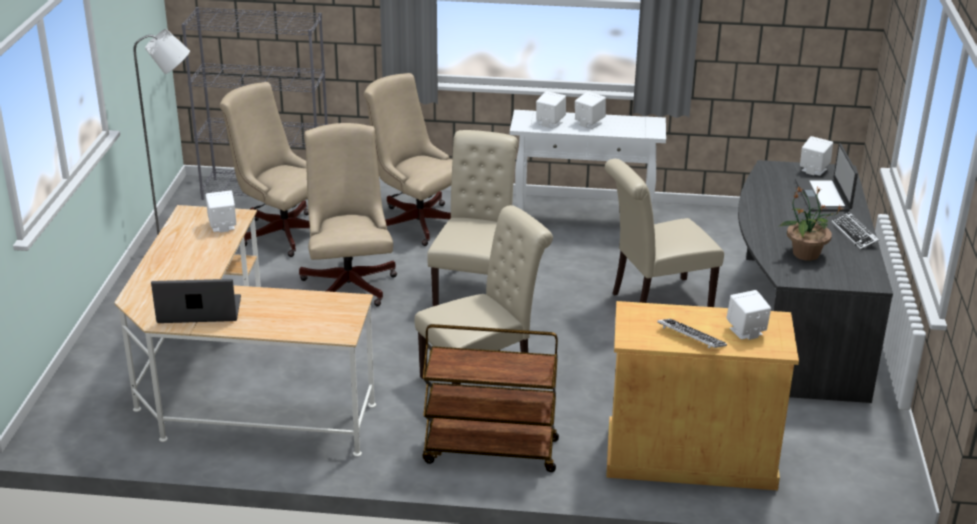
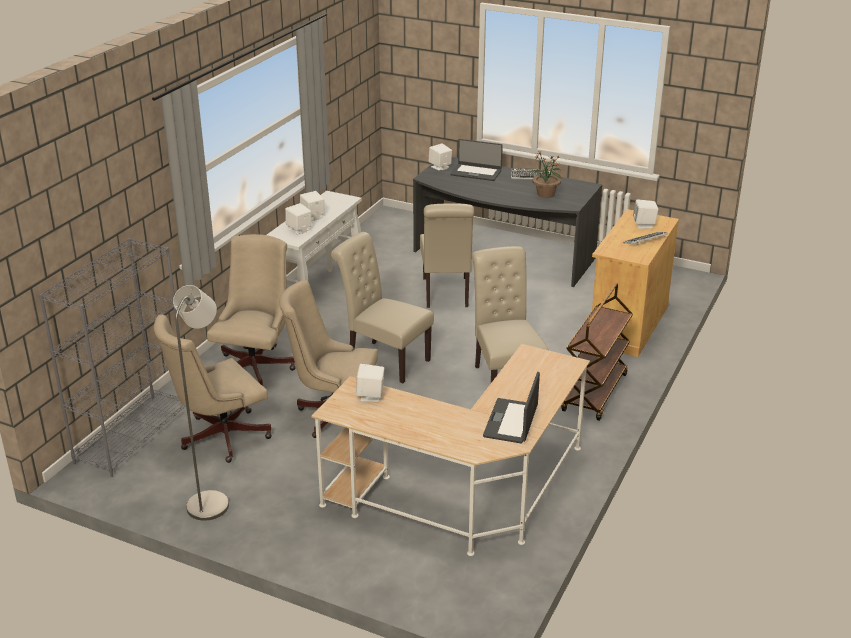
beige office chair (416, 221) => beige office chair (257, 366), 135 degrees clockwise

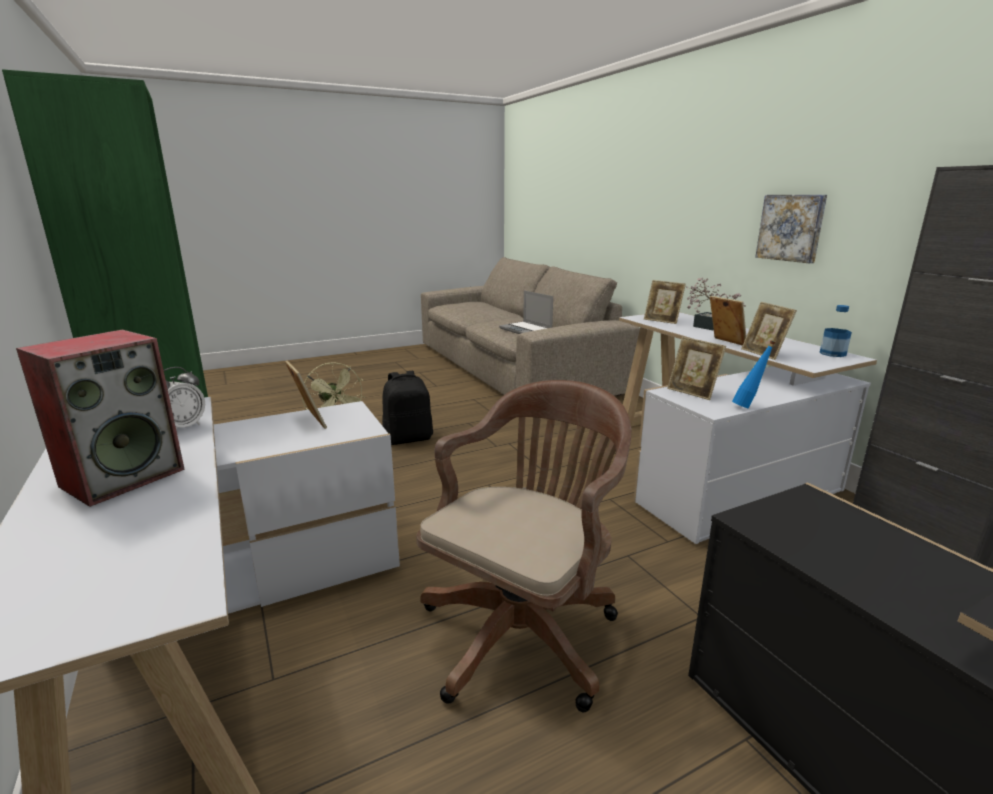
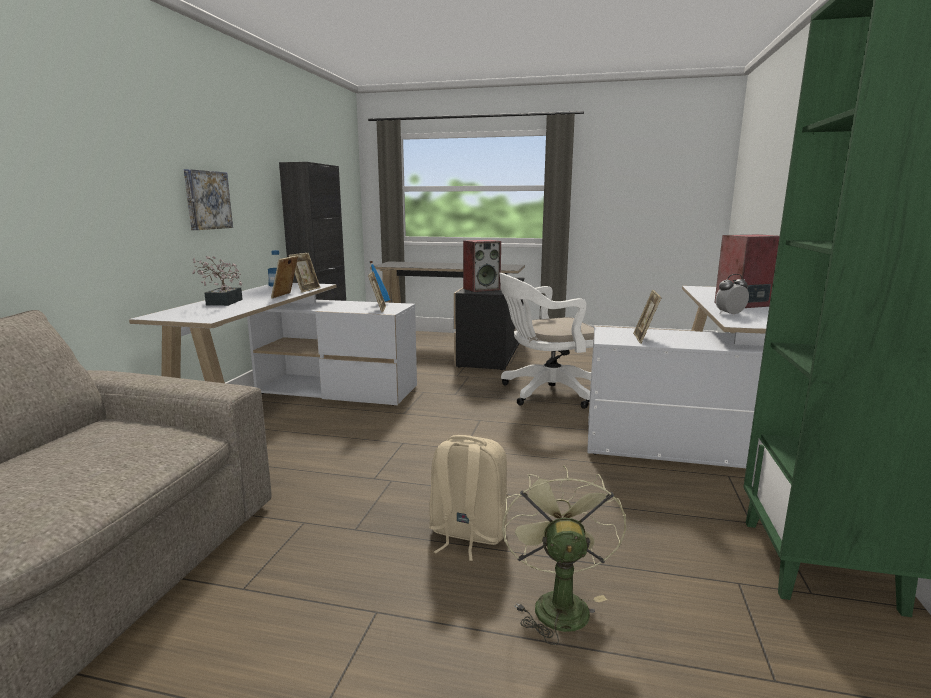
picture frame (662, 320) => nothing
laptop (526, 330) => nothing
black backpack (408, 438) => beige backpack (466, 534)
brown office chair (525, 629) => white office chair (546, 392)
nothing => speaker (481, 289)

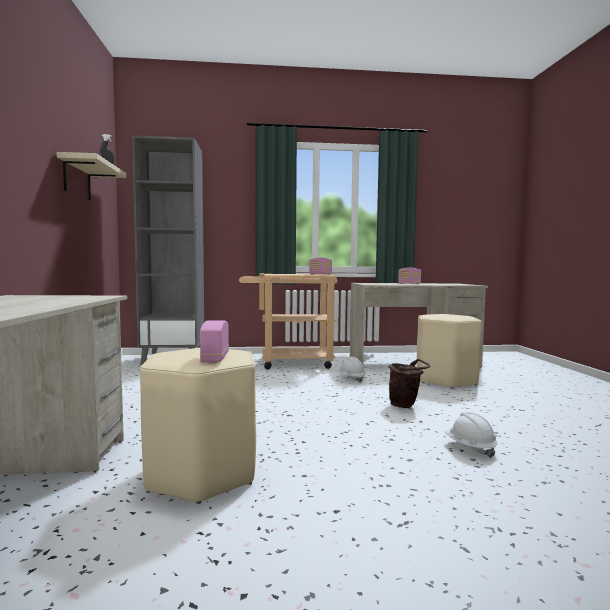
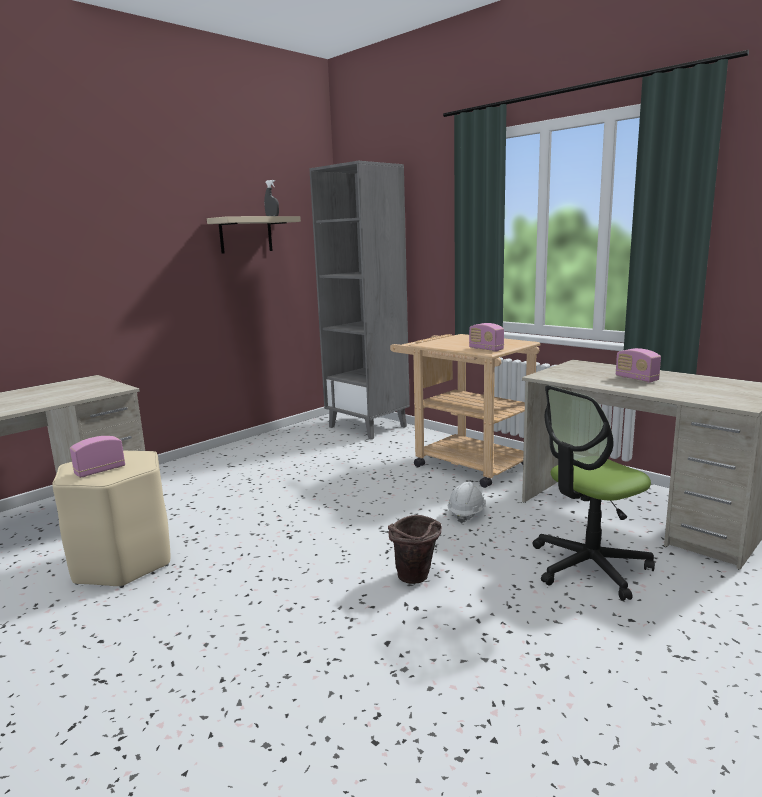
beige stool (445, 380) => office chair (589, 567)
white hard hat (470, 448) => nothing

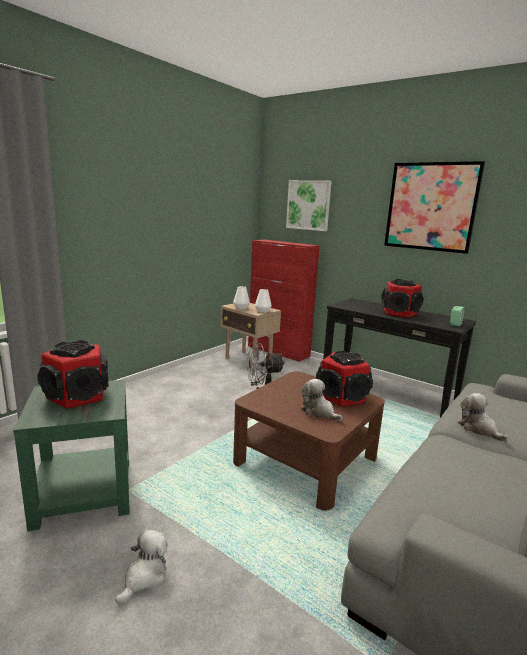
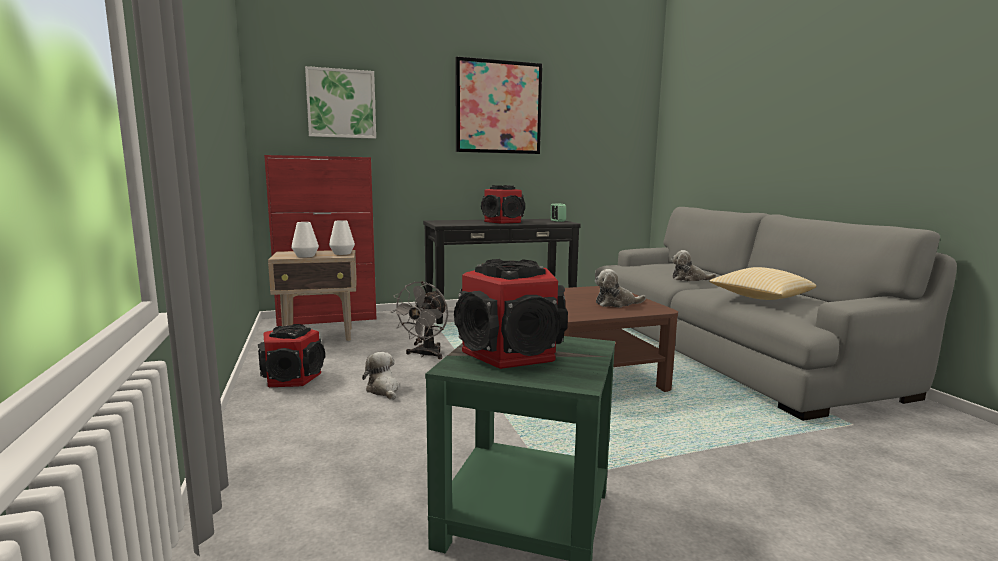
speaker (342, 396) => speaker (291, 378), move
plush toy (144, 577) => plush toy (383, 390), move
nothing => pillow (760, 298)

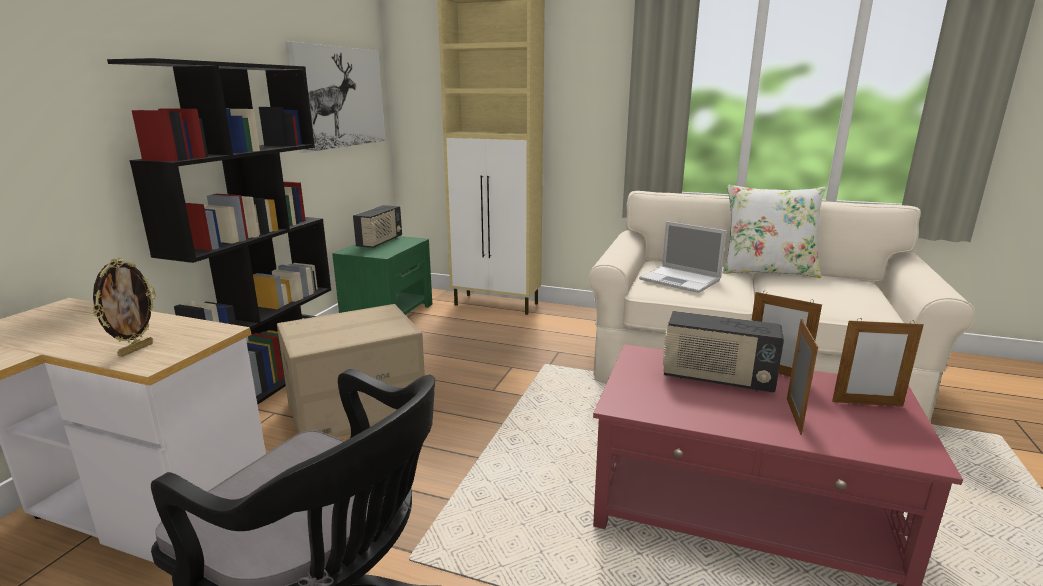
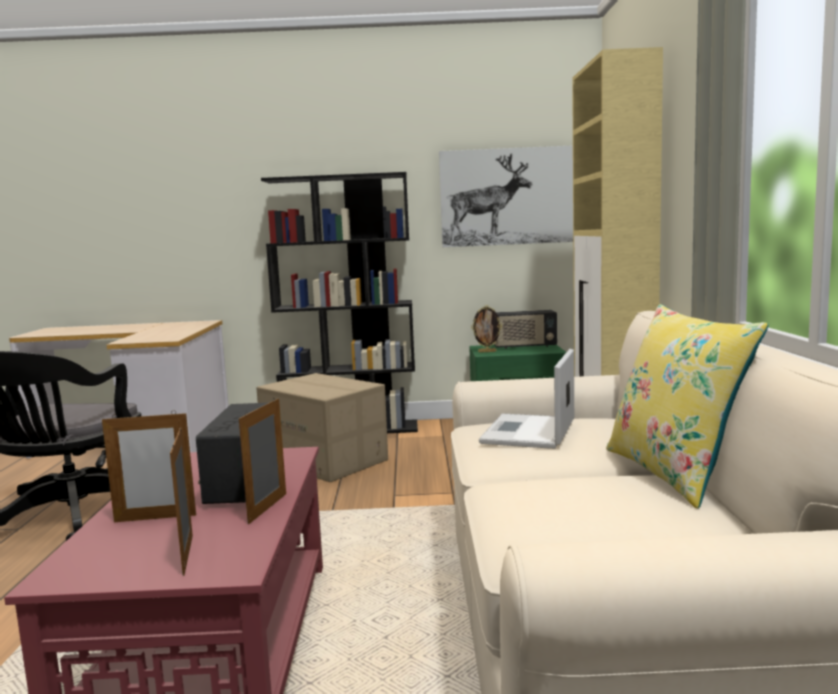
white pillow (767, 271) => yellow pillow (675, 473)
picture frame (135, 349) => picture frame (487, 351), move

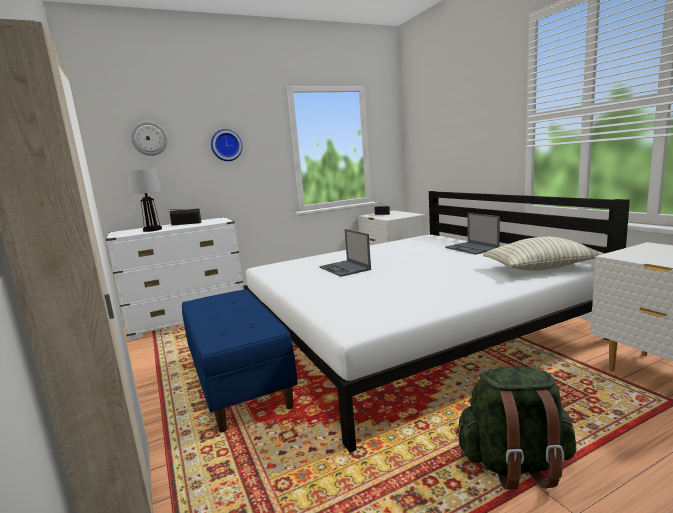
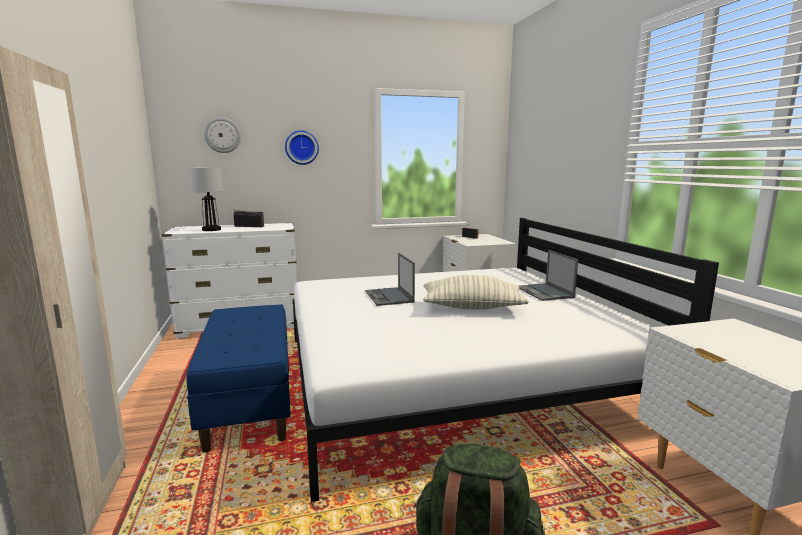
pillow (540, 268) => pillow (472, 307), move

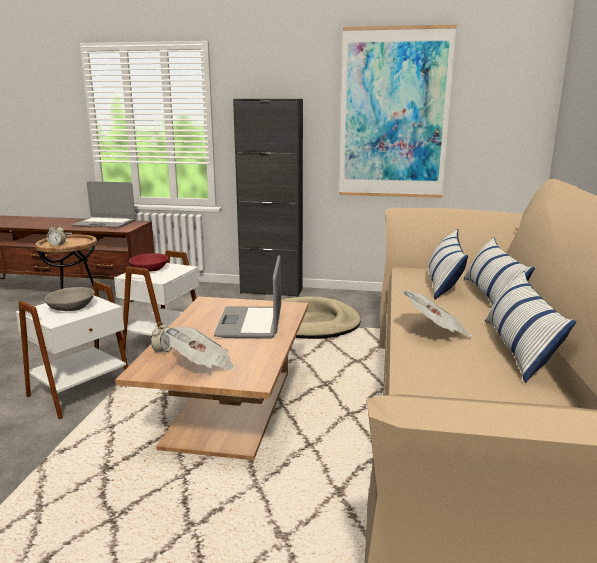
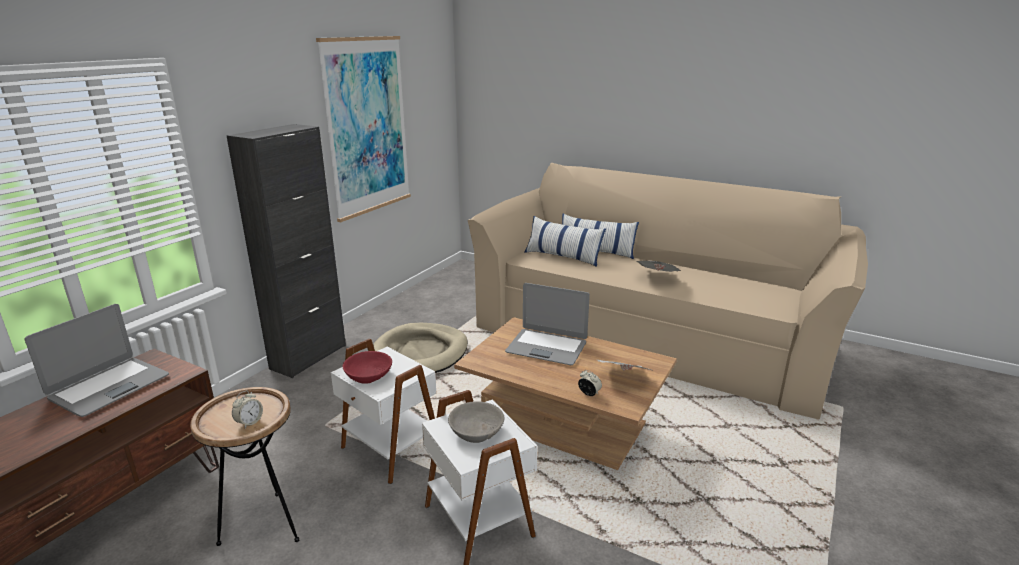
pillow (518, 349) => nothing

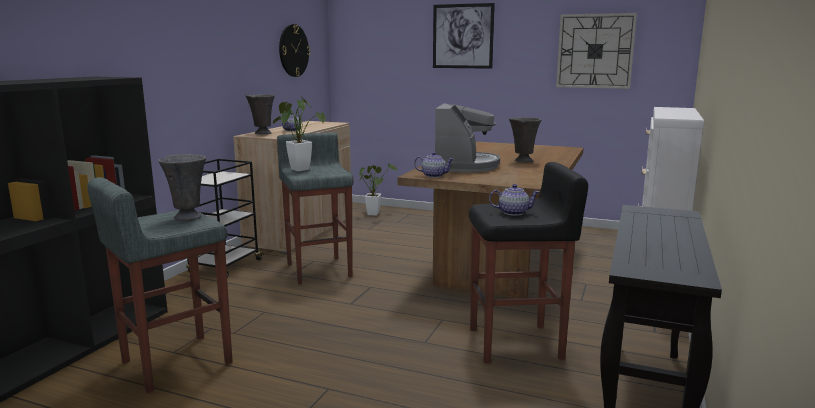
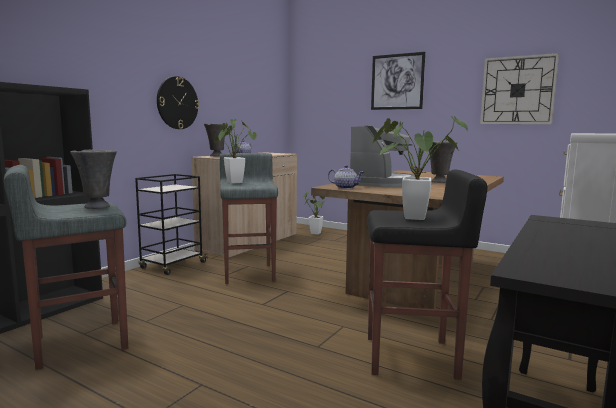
wall clock (293, 50) => wall clock (177, 103), move
teapot (513, 212) => potted plant (408, 217)

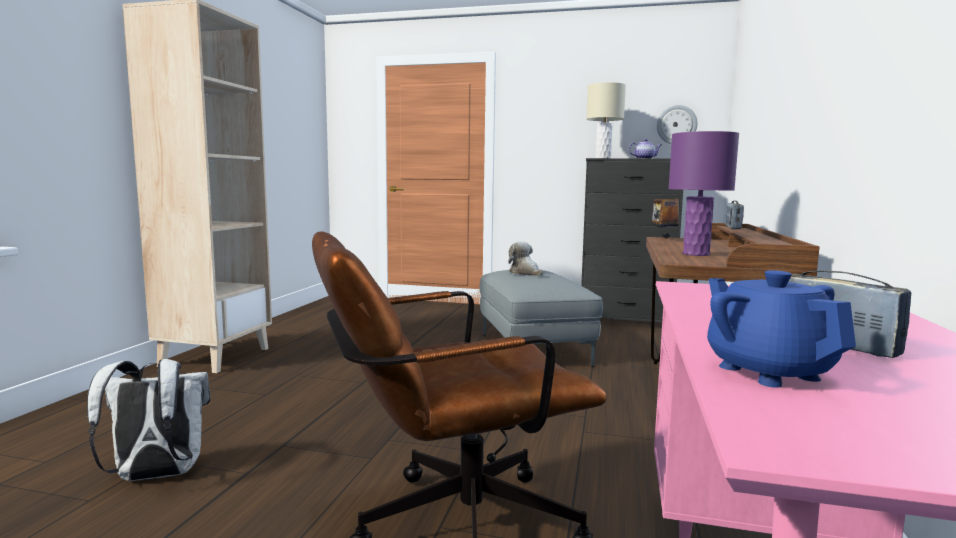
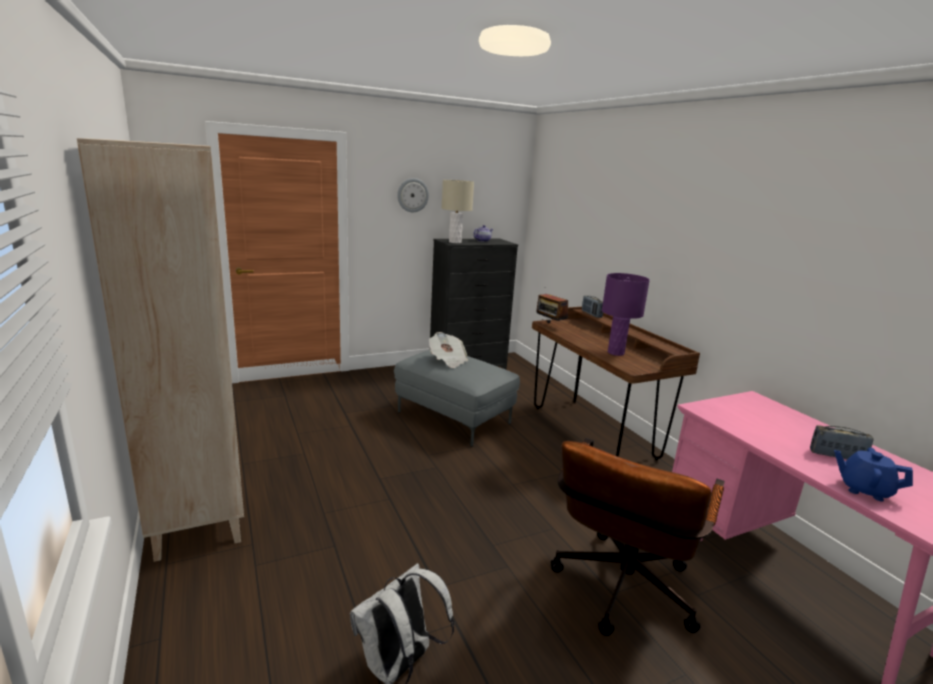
wall clock (676, 125) => wall clock (412, 195), move
plush toy (525, 273) => newspaper (448, 360)

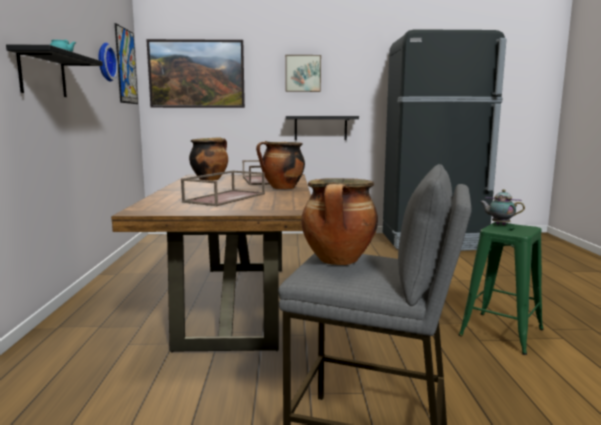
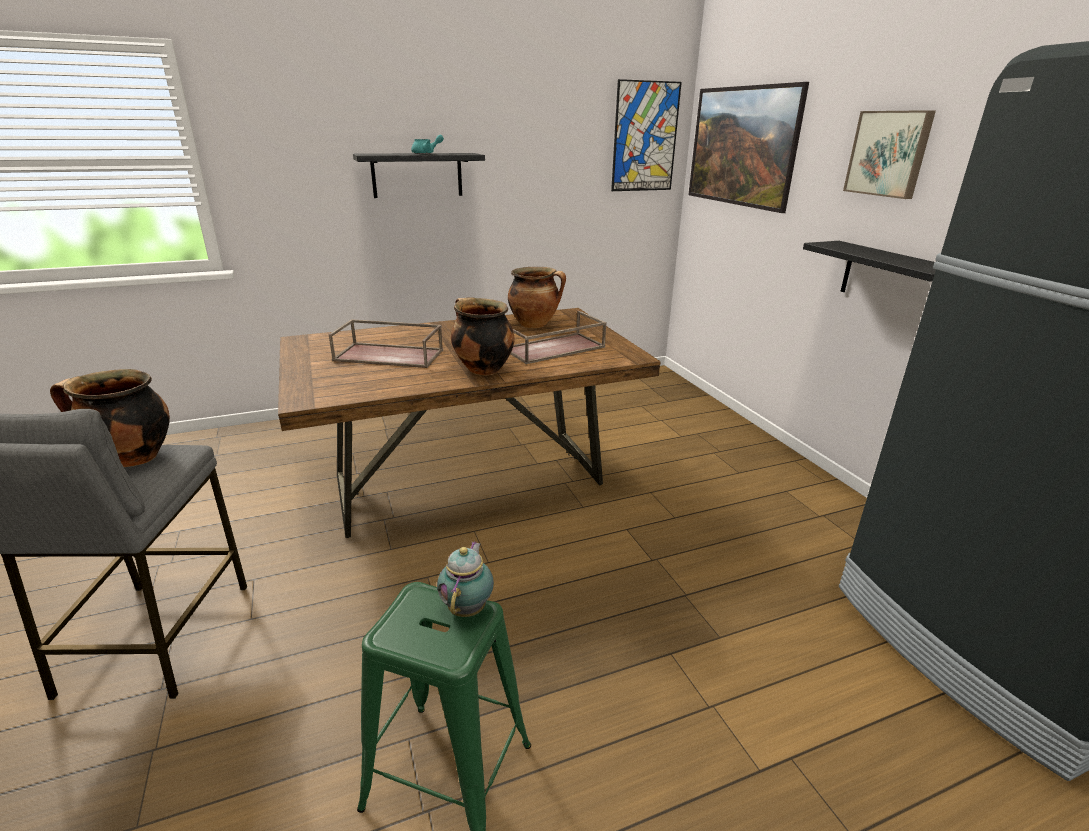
wall clock (104, 62) => nothing

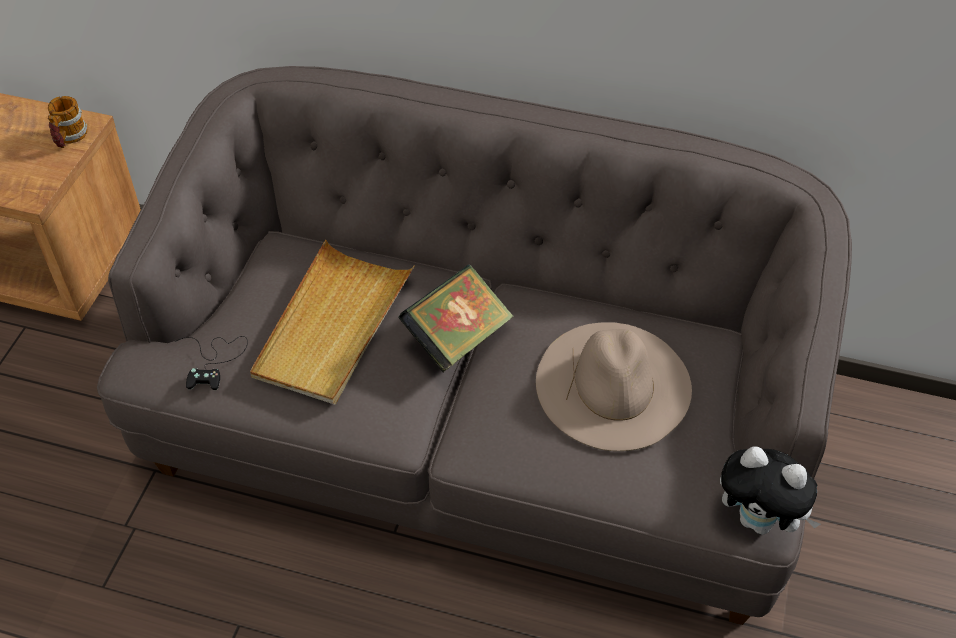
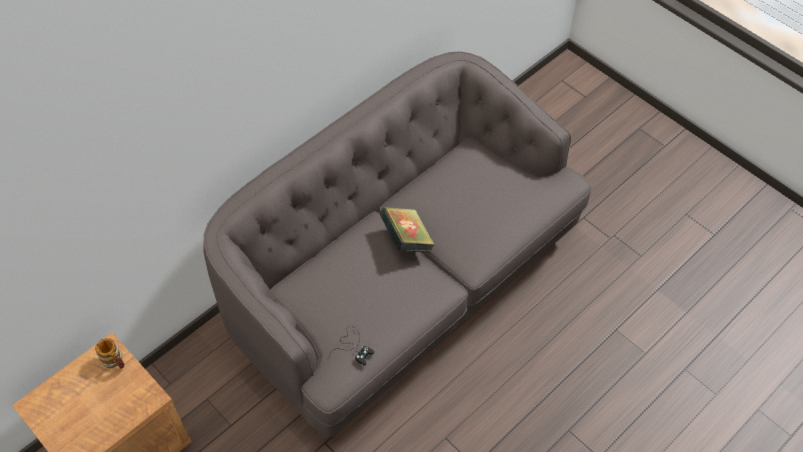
beige tray (333, 326) => nothing
beige hat (613, 384) => nothing
plush toy (759, 521) => nothing

